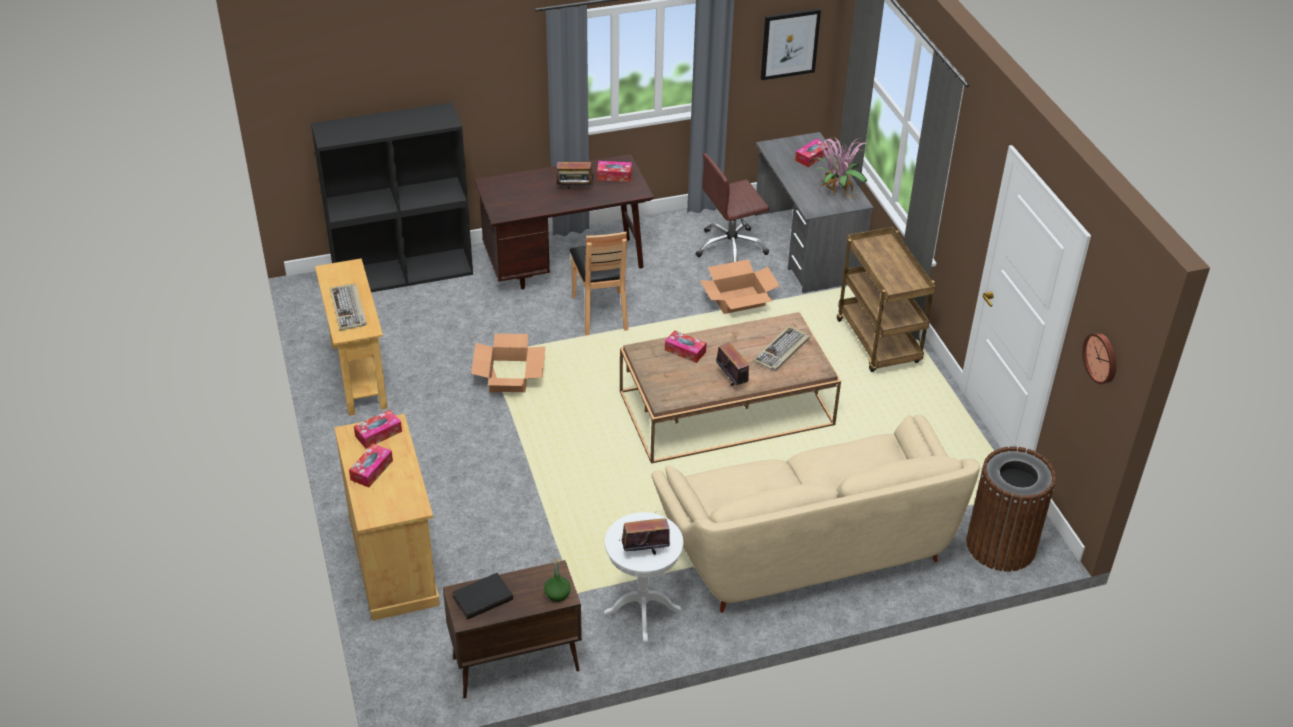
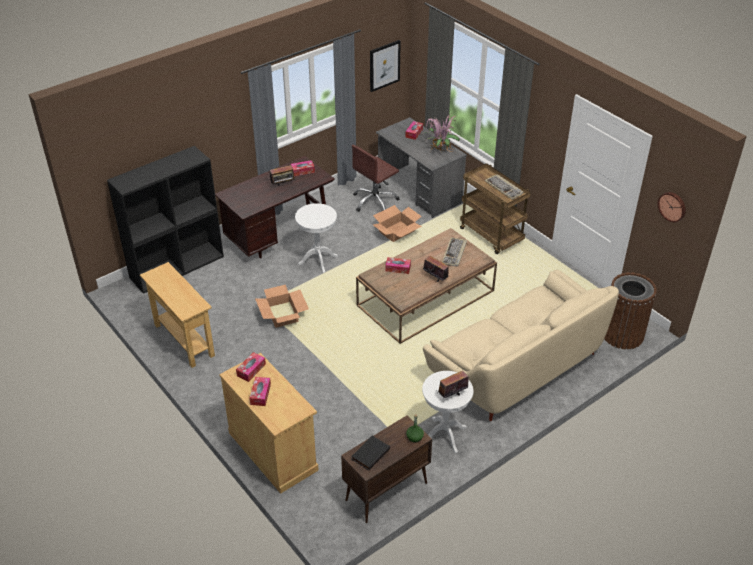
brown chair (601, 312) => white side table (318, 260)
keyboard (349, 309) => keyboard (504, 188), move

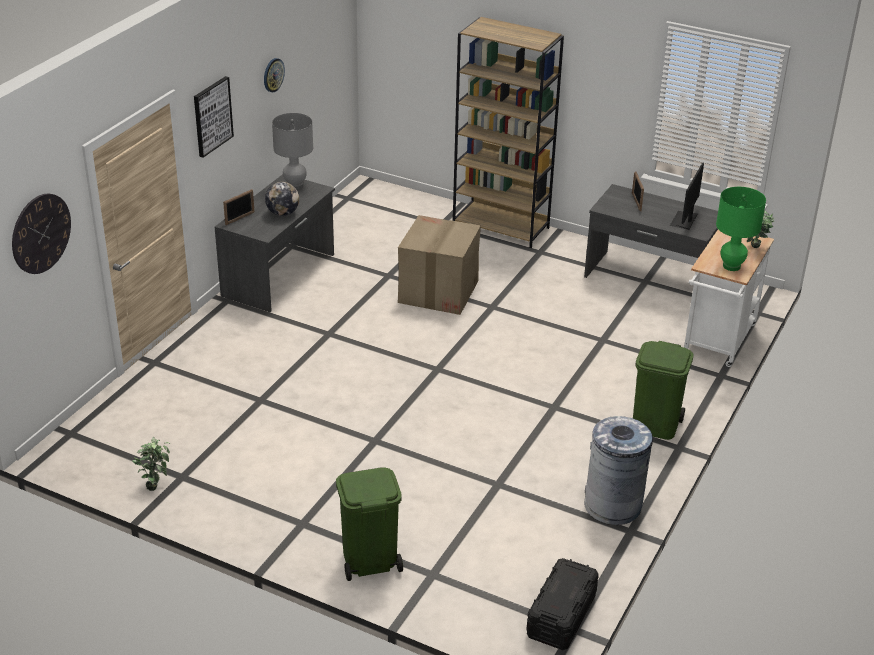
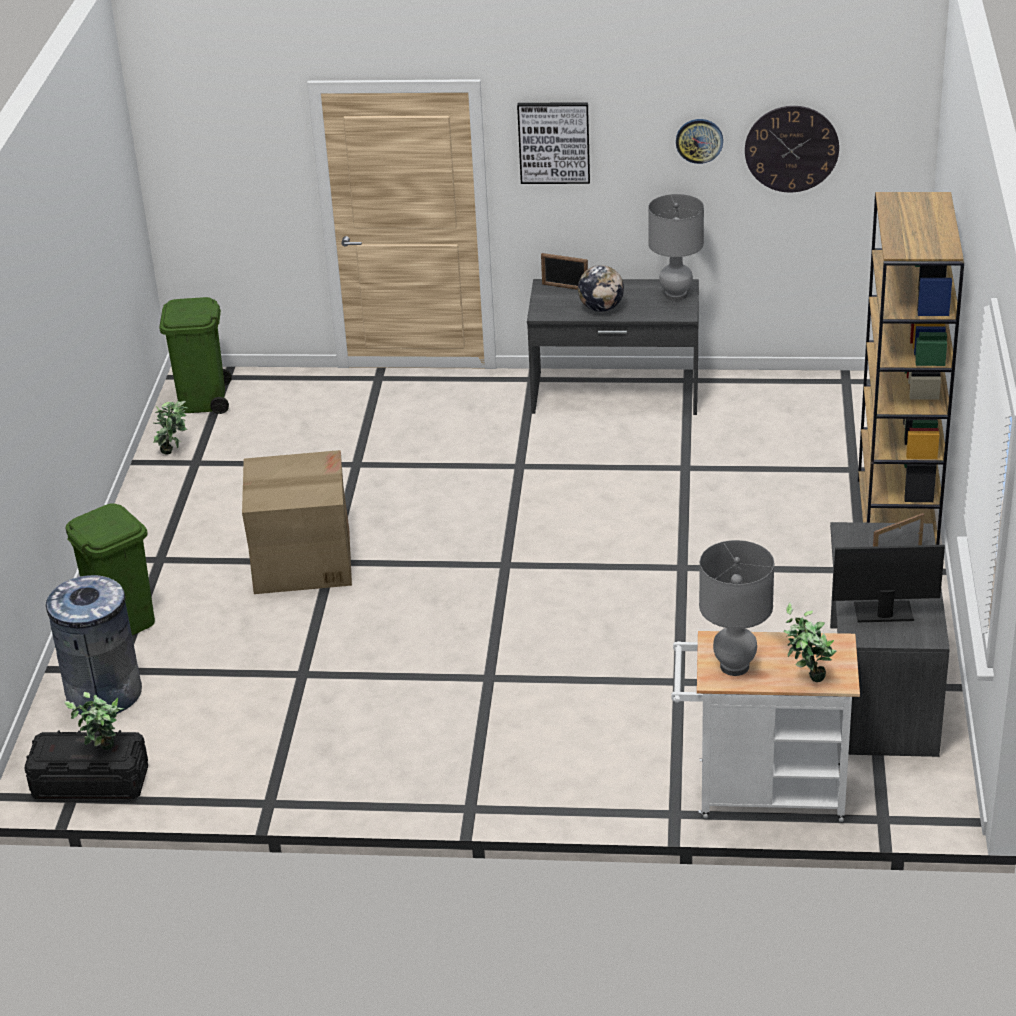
green table lamp (731, 266) => grey table lamp (734, 666)
wall clock (41, 233) => wall clock (791, 148), move
cardboard box (438, 292) => cardboard box (301, 561), move
green trash can (655, 425) => green trash can (203, 400), move
grey trash can (613, 505) => grey trash can (104, 694), move
nothing => potted plant (104, 752)

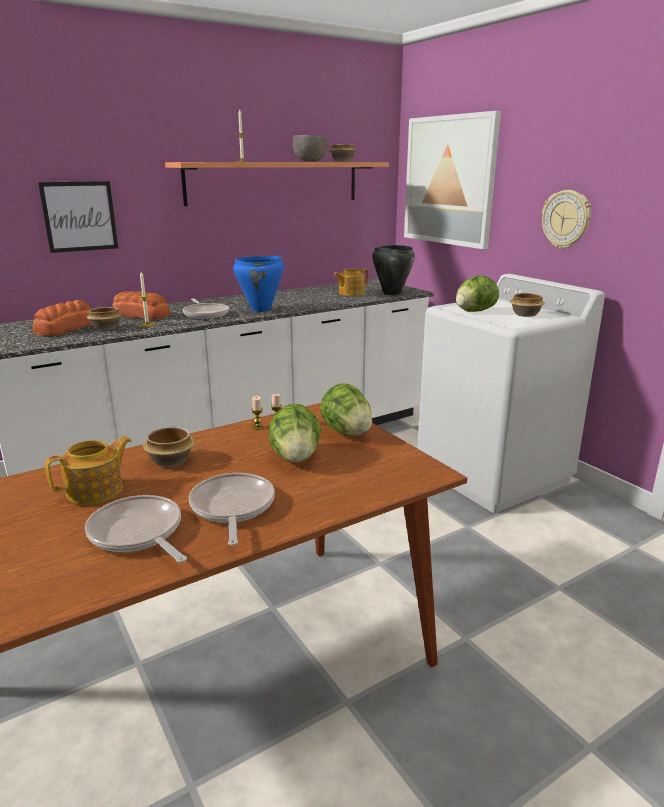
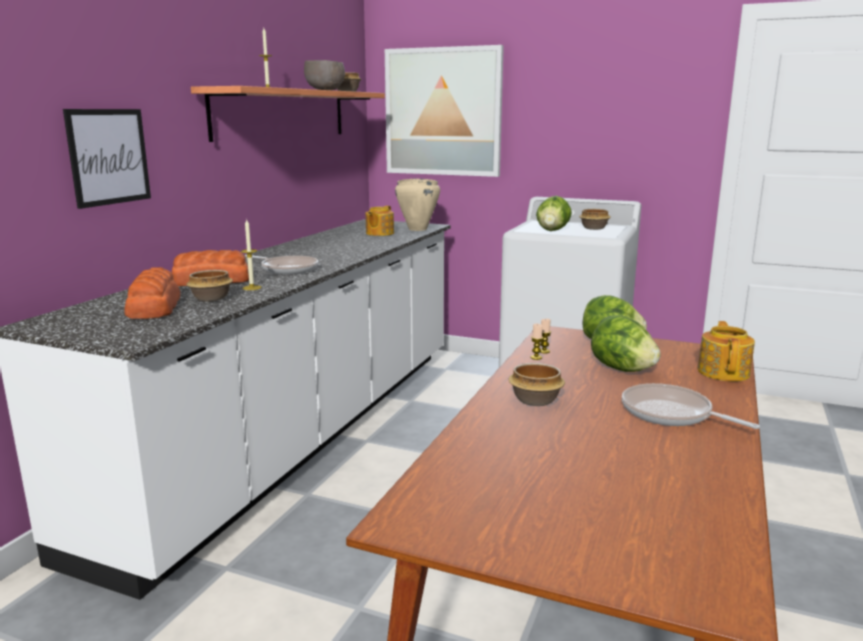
wall clock (566, 219) => nothing
black cooking pot (391, 293) => beige cooking pot (417, 229)
blue cooking pot (261, 309) => nothing
teapot (96, 490) => teapot (724, 372), move
frying pan (138, 533) => nothing

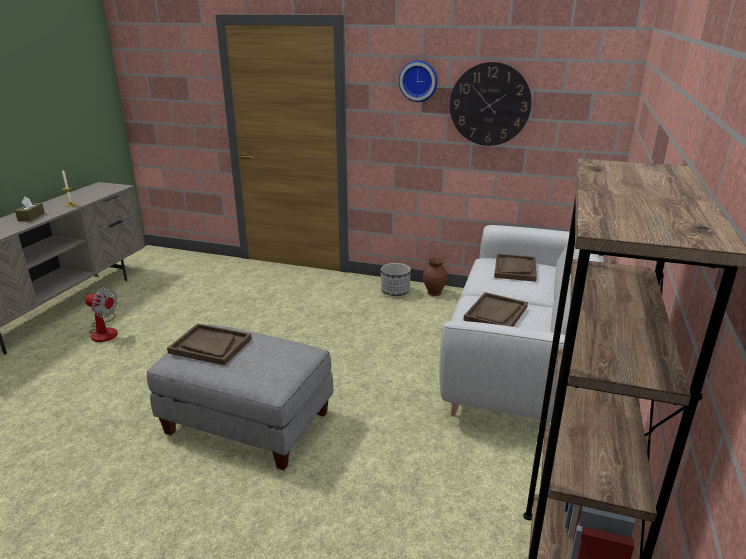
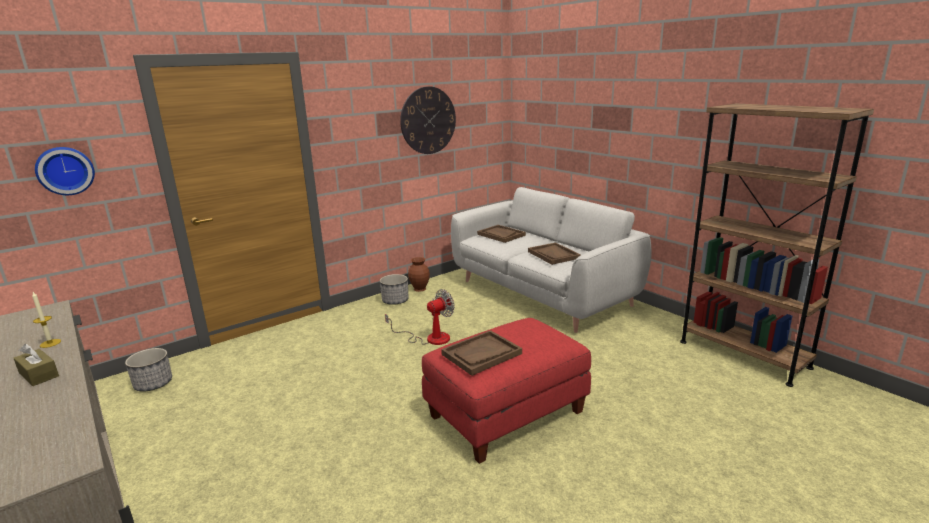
wall clock (418, 80) => wall clock (65, 170), move
fan (105, 331) => fan (430, 338), move
grey ottoman (246, 423) => red ottoman (506, 415)
nothing => planter (153, 384)

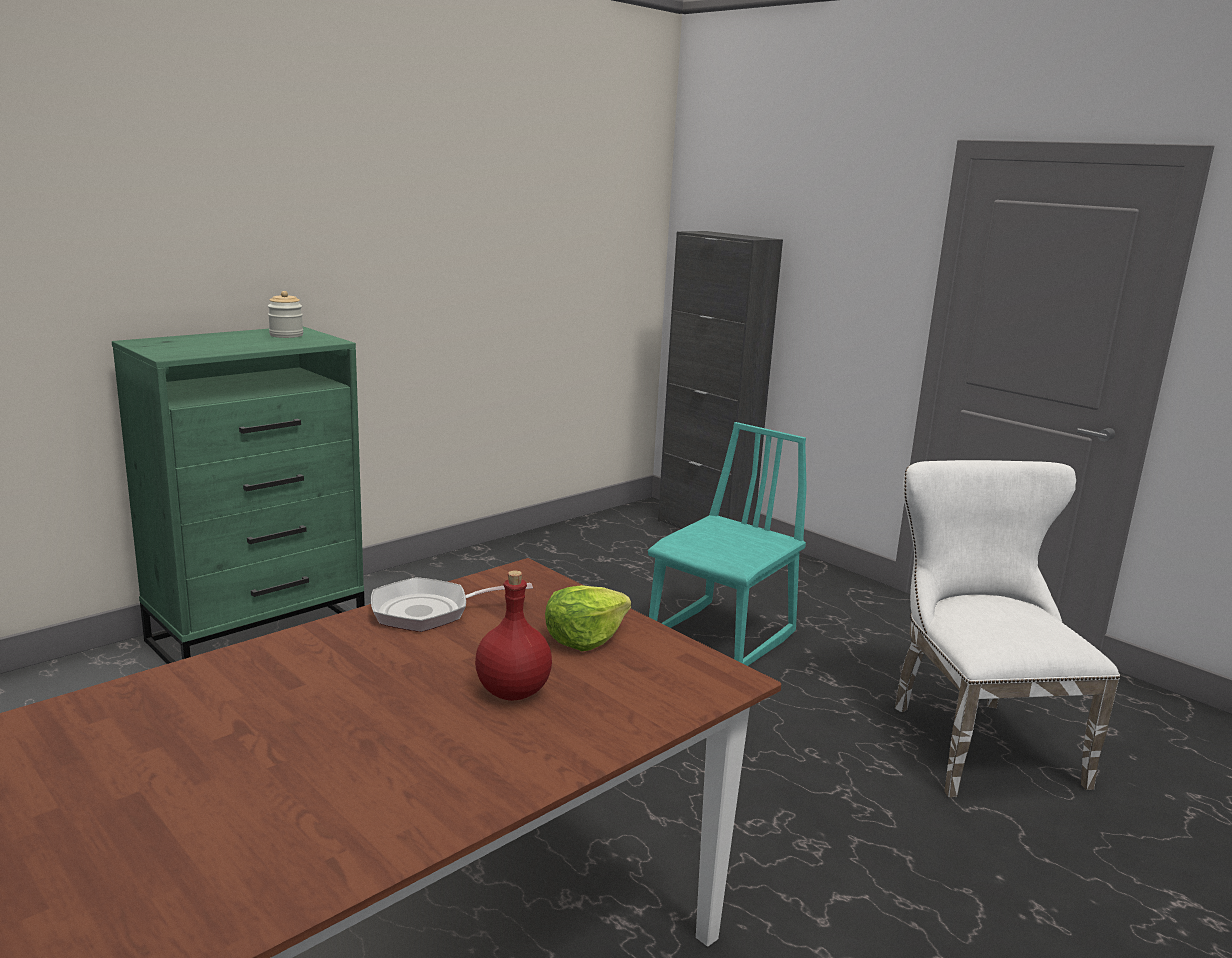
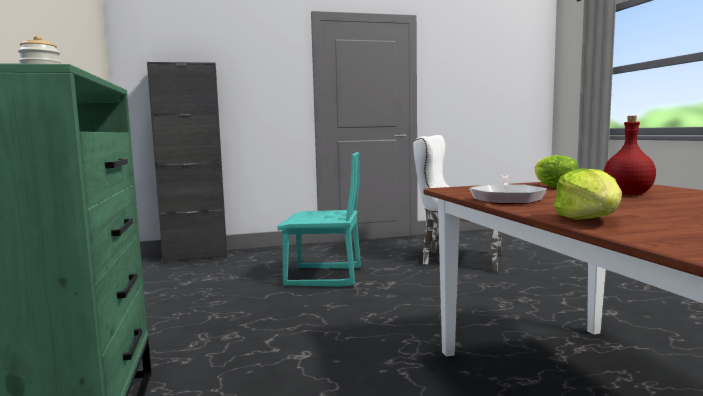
turquoise chair (723, 637) => turquoise chair (323, 277), 120 degrees clockwise
nothing => lettuce (589, 219)

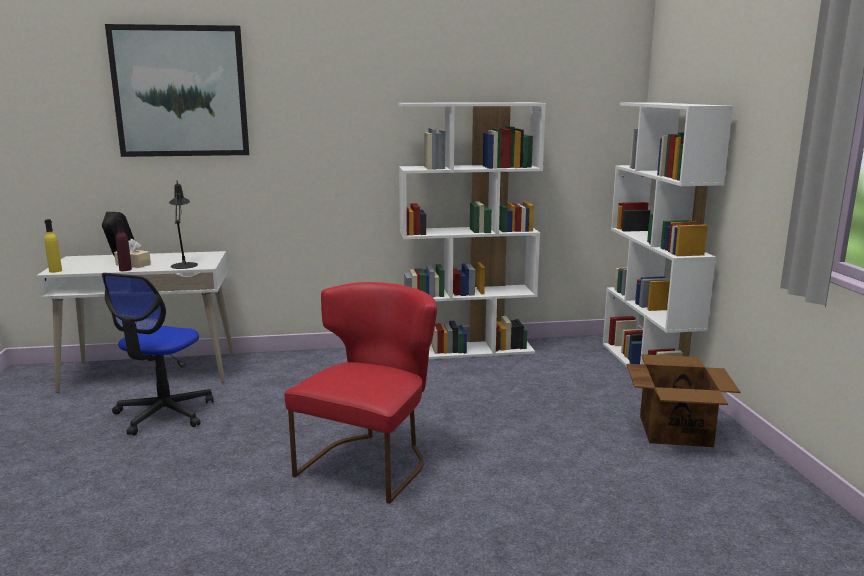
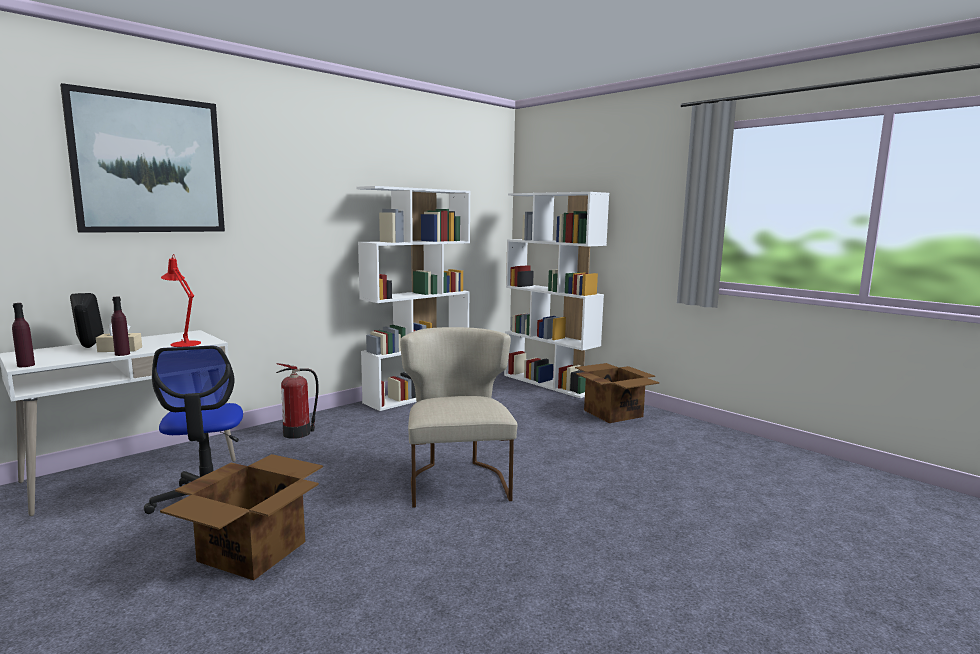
black table lamp (184, 264) => red table lamp (184, 343)
yellow bottle (55, 271) => purple bottle (26, 365)
red chair (370, 461) => beige chair (457, 480)
nothing => fire extinguisher (298, 433)
nothing => cardboard box (254, 550)

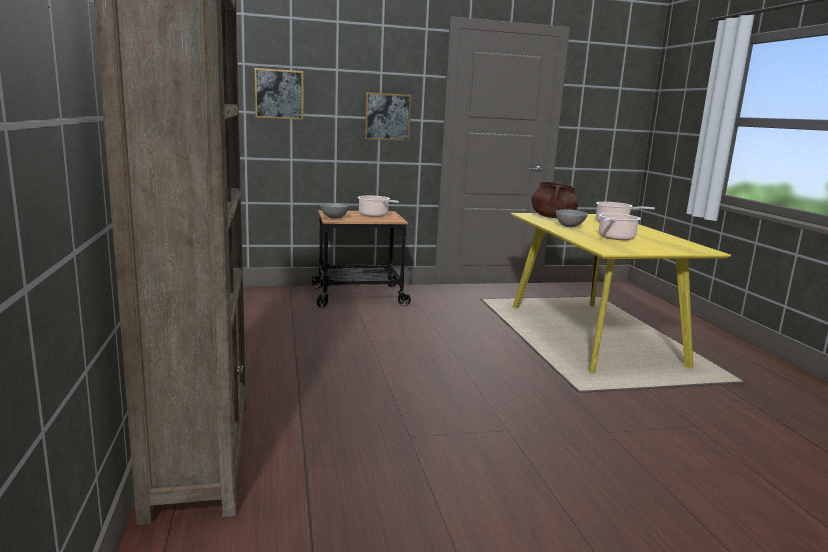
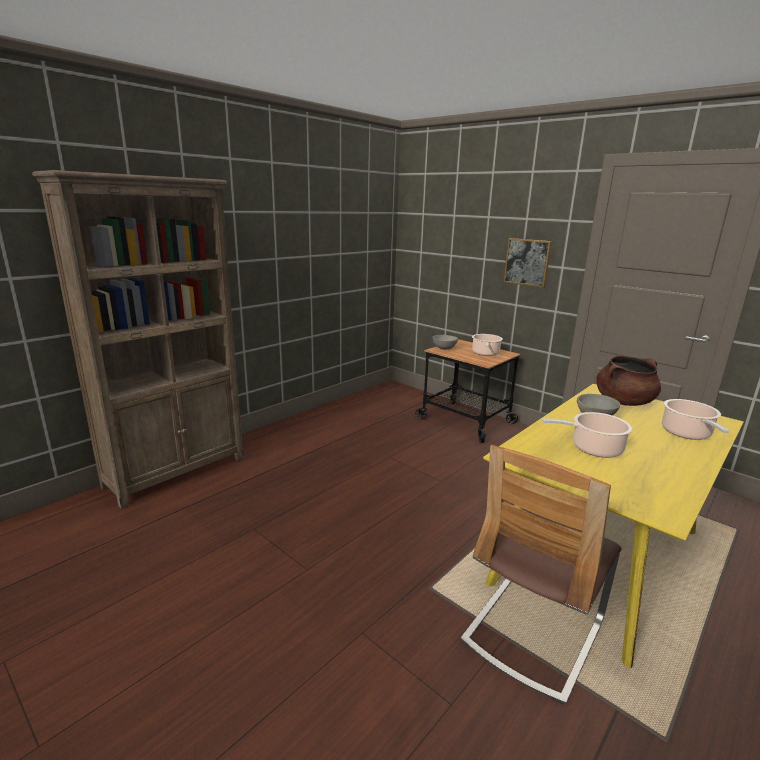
picture (279, 94) => nothing
nothing => chair (533, 631)

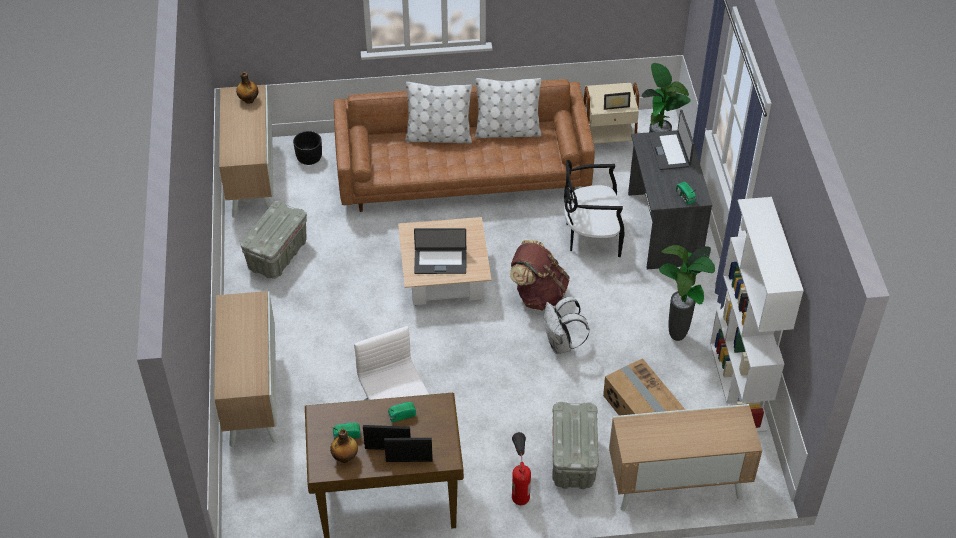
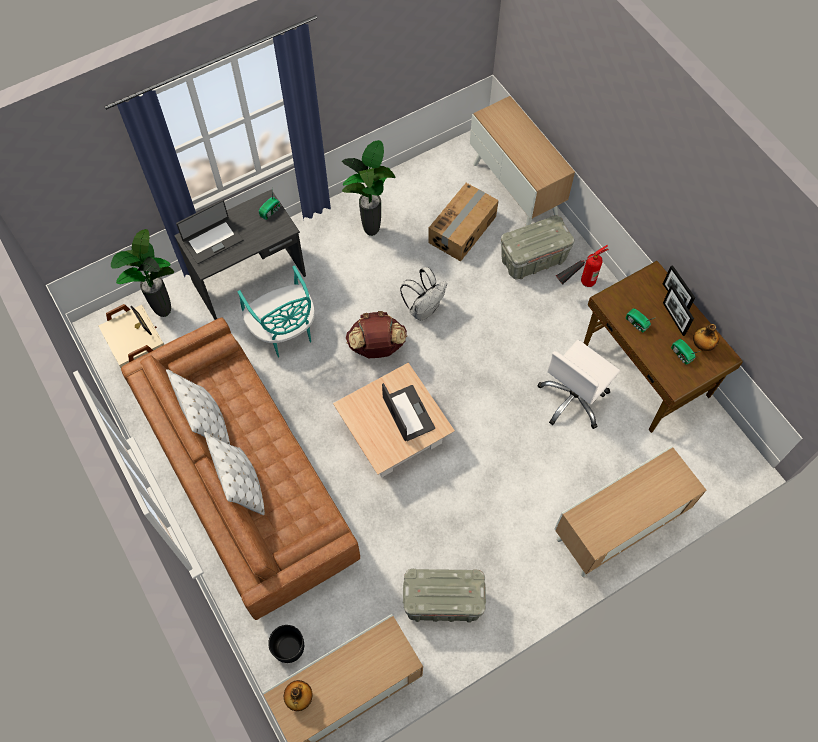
black chair (591, 236) => turquoise chair (284, 332)
white bookcase (738, 386) => nothing

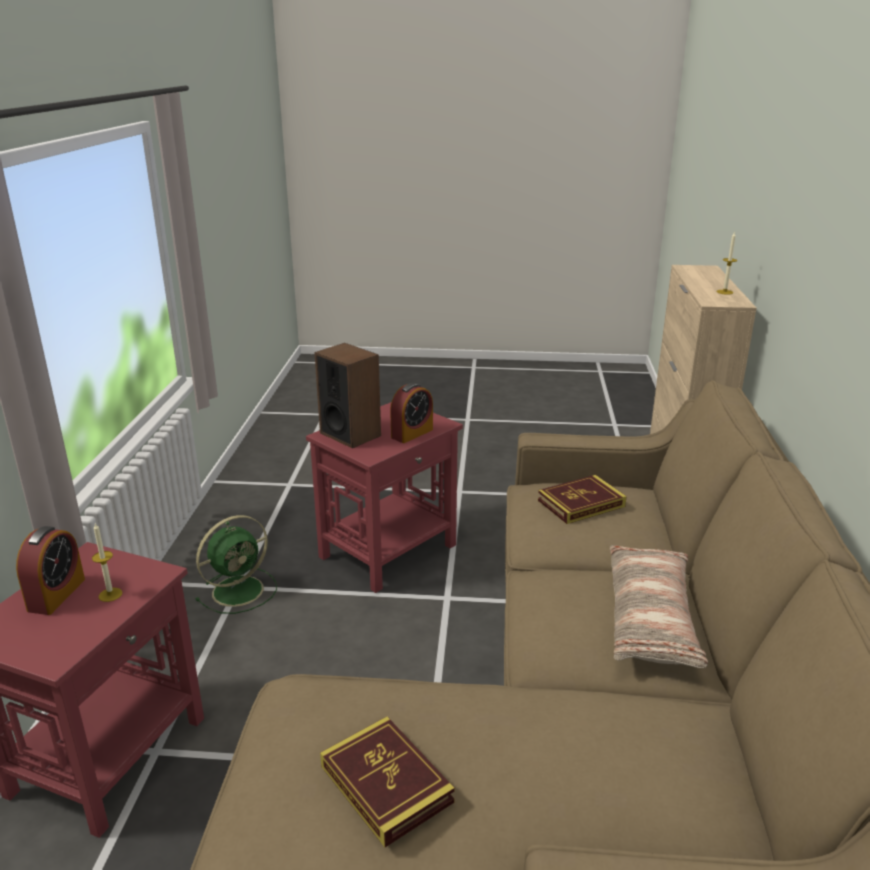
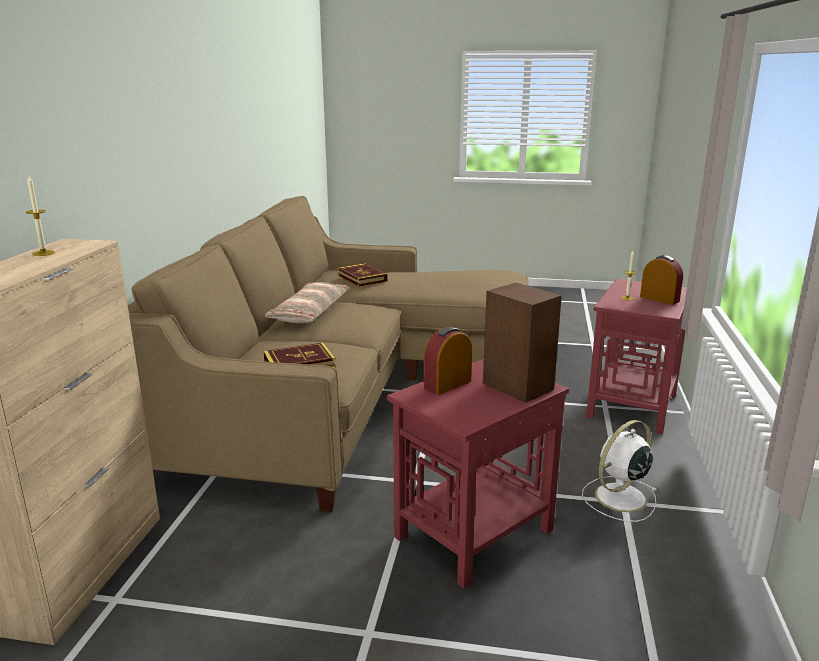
green fan (240, 590) => white fan (619, 498)
alarm clock (56, 594) => alarm clock (659, 299), 120 degrees clockwise
book (386, 784) => book (362, 278), move

